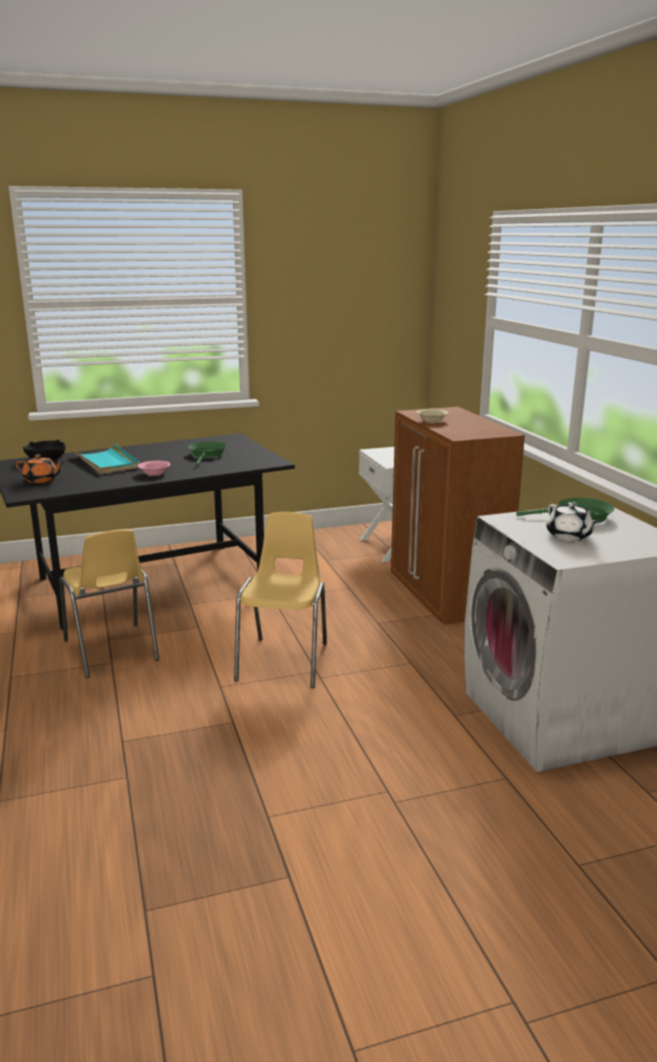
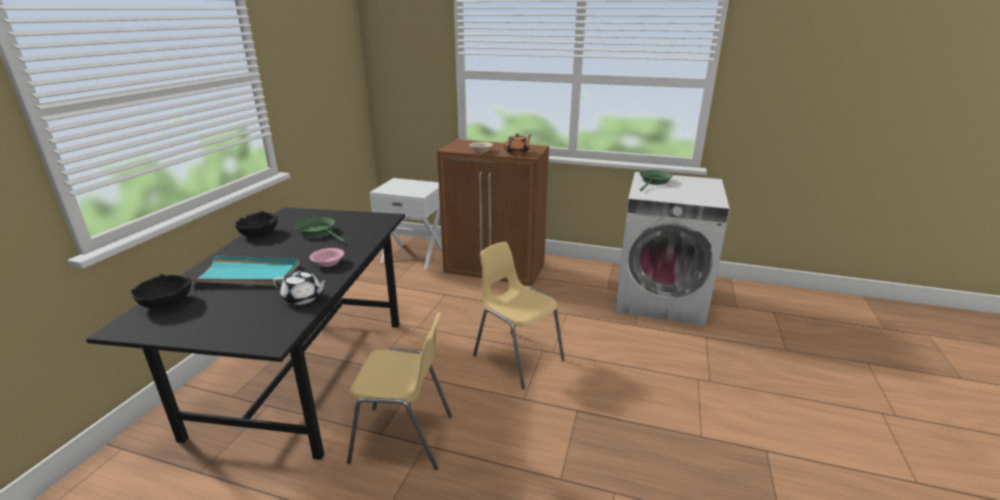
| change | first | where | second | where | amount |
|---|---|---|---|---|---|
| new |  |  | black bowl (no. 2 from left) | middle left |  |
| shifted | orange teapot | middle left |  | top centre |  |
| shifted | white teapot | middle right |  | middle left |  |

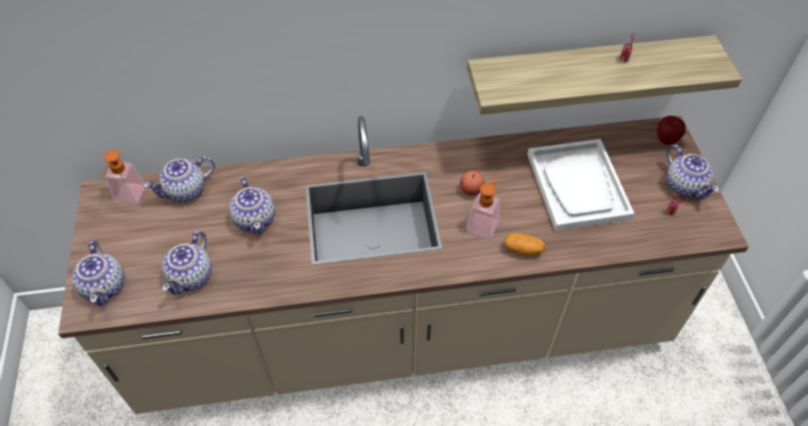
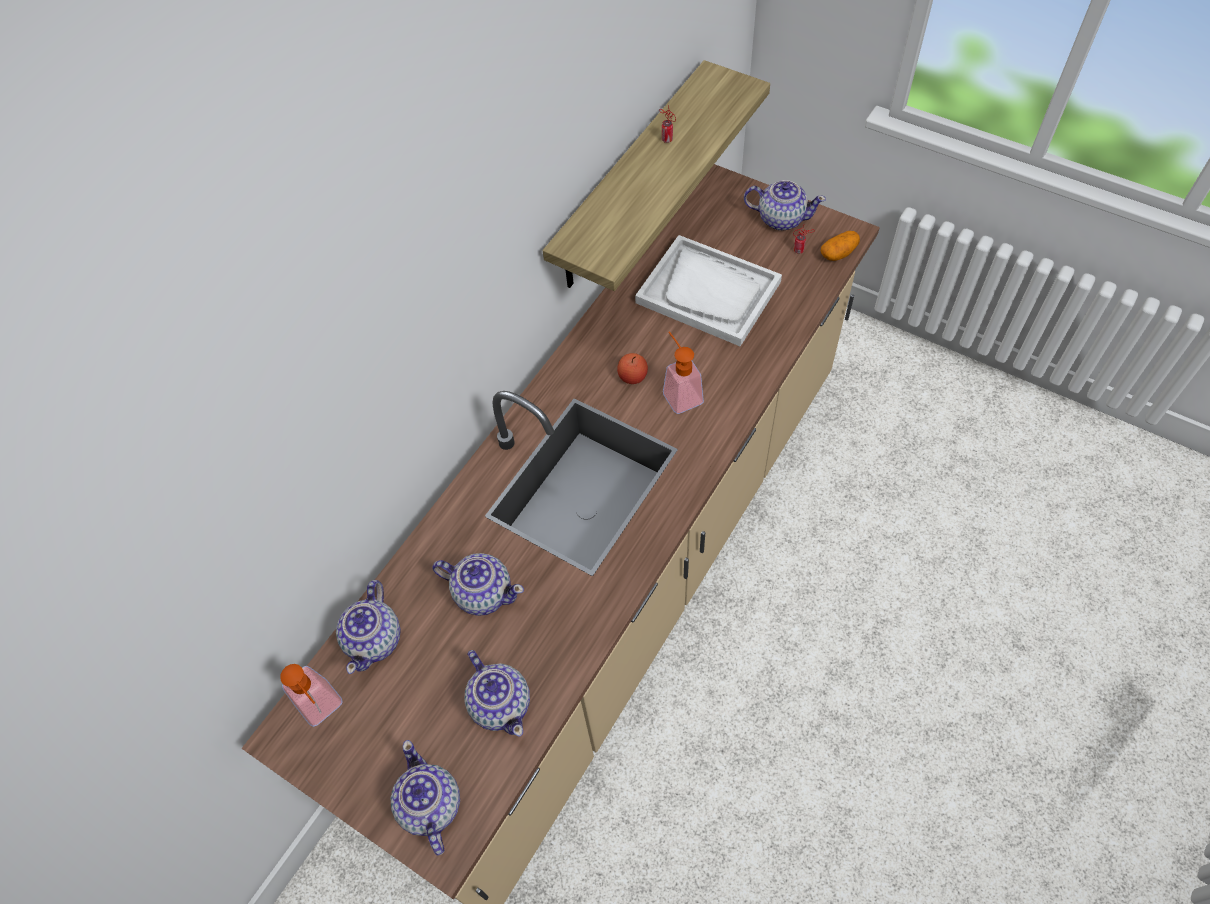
| change | first | where | second | where | amount |
|---|---|---|---|---|---|
| gone | apple (no. 2 from left) | top right |  |  |  |
| shifted | potato | centre |  | top right |  |
| rotated | teapot (no. 1 from left in the first image) | middle left | teapot (no. 2 from left) | bottom centre | 135 degrees counterclockwise |

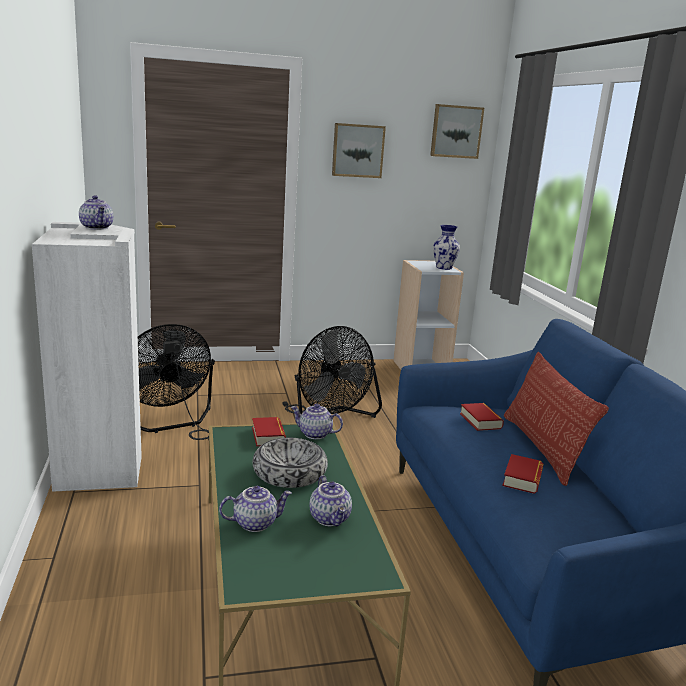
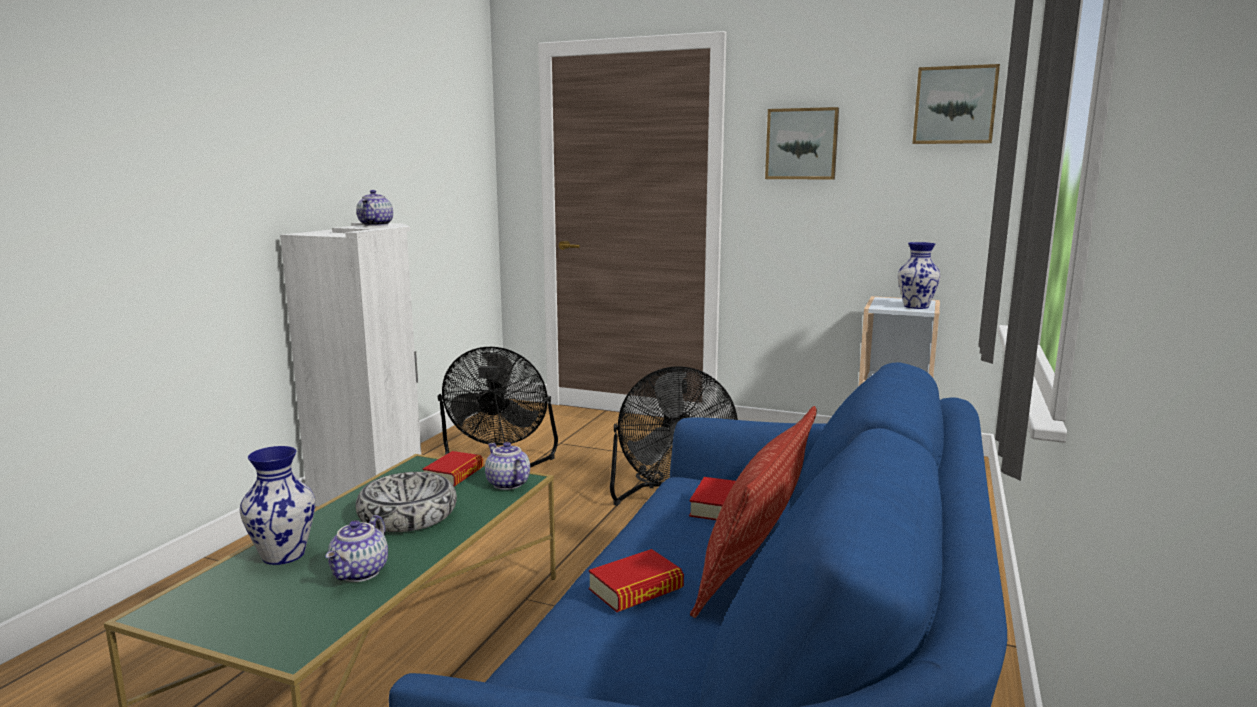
| change | first | where | second | where | amount |
|---|---|---|---|---|---|
| swapped | teapot (no. 2 from left) | bottom centre | vase (no. 1 from left) | bottom left |  |

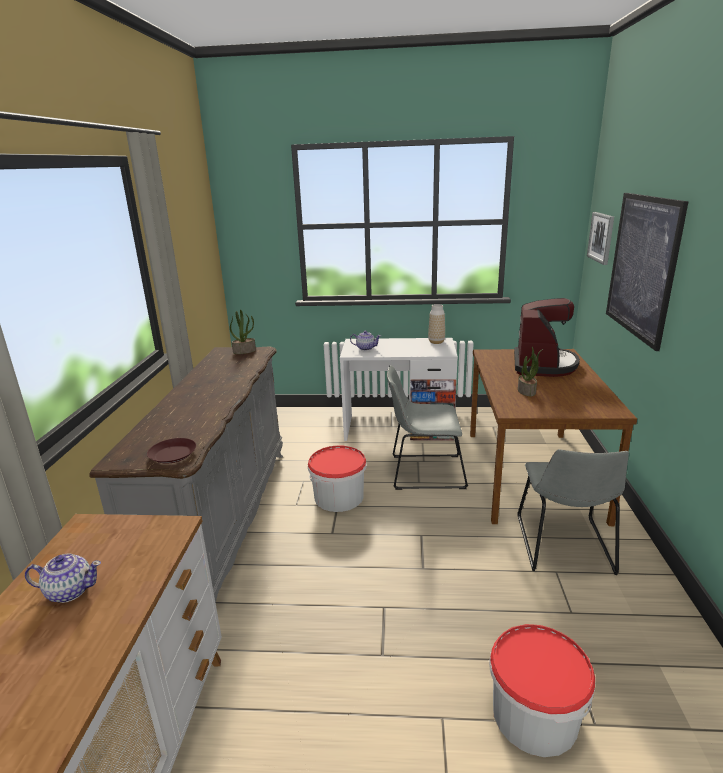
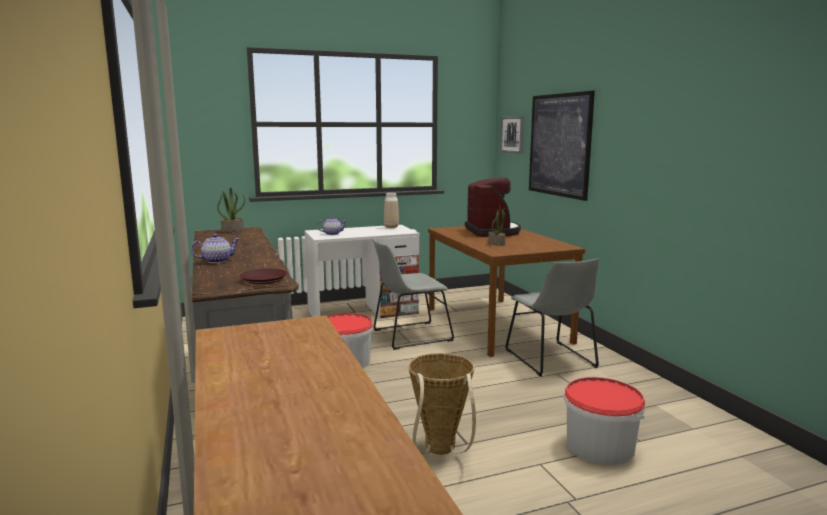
| change | first | where | second | where | amount |
|---|---|---|---|---|---|
| new |  |  | basket | bottom centre |  |
| shifted | teapot (no. 1 from left) | bottom left |  | middle left |  |

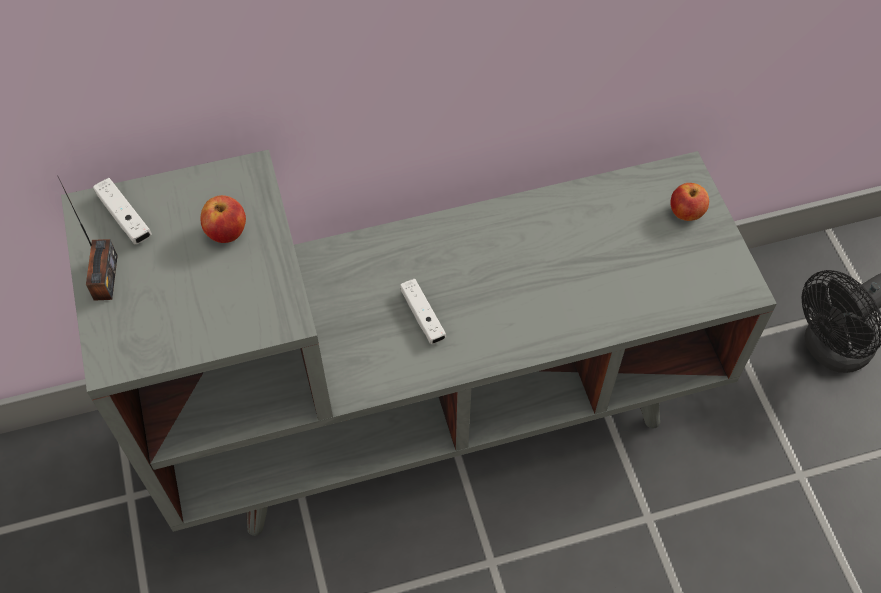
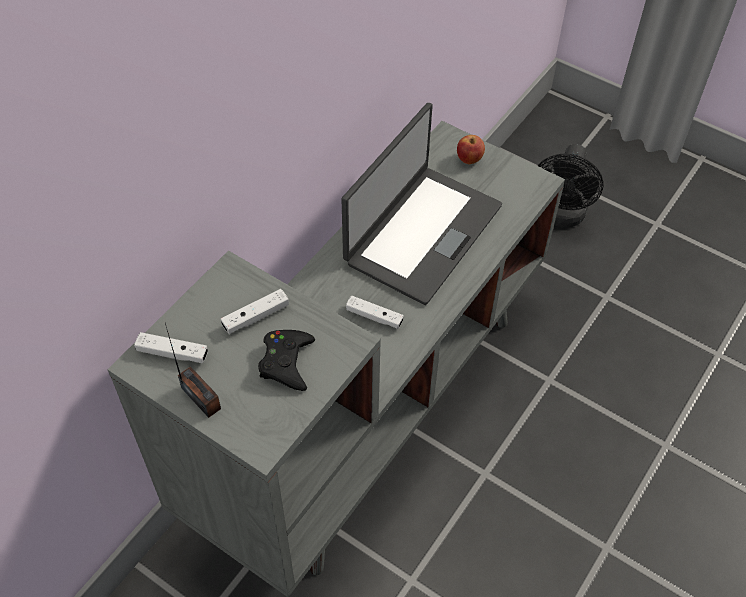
| change | first | where | second | where | amount |
|---|---|---|---|---|---|
| new |  |  | black game controller | centre |  |
| new |  |  | laptop | centre |  |
| swapped | apple (no. 1 from left) | middle left | white game controller (no. 2 from left) | centre |  |

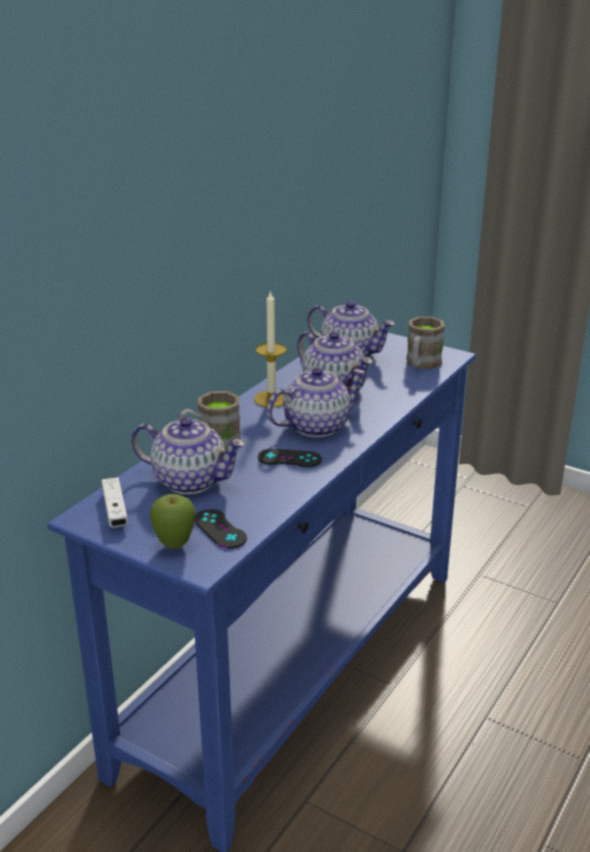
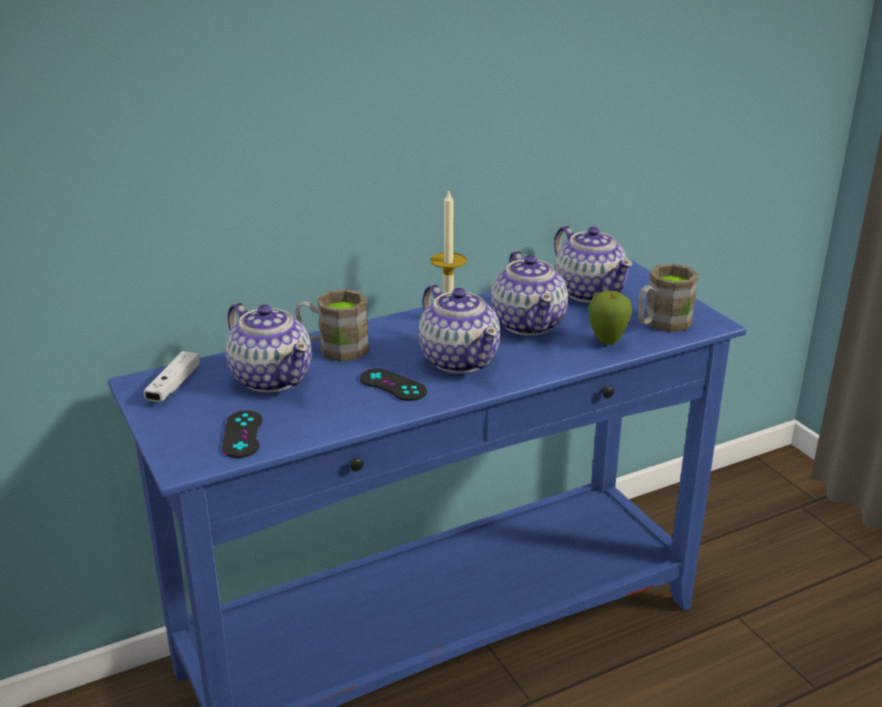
| change | first | where | second | where | amount |
|---|---|---|---|---|---|
| shifted | apple | middle left |  | middle right |  |
| rotated | teapot (no. 2 from left) | centre |  | centre | 60 degrees clockwise |

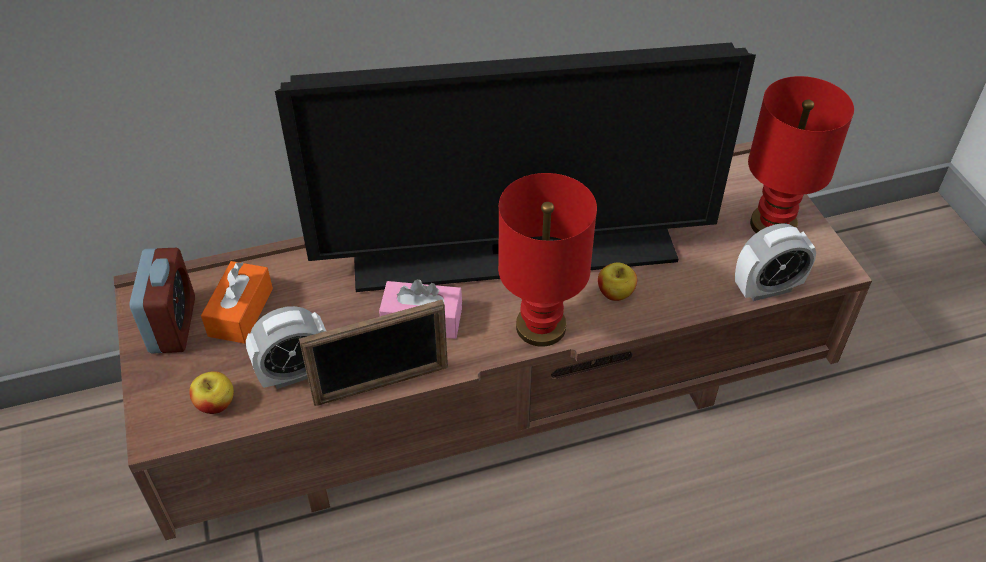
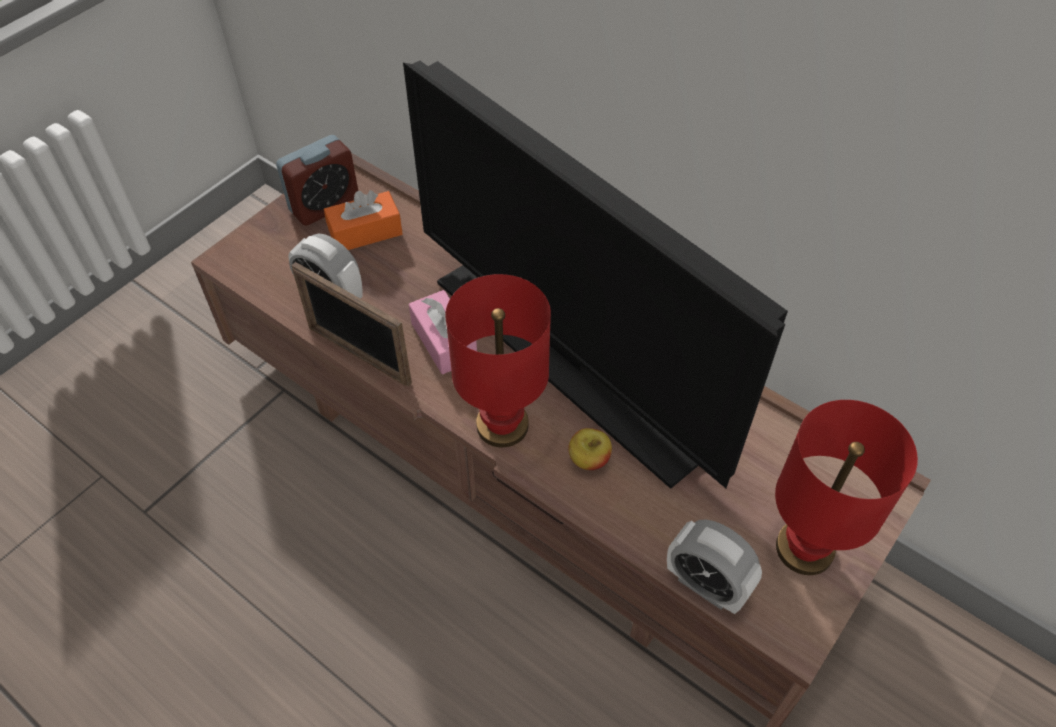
| change | first | where | second | where | amount |
|---|---|---|---|---|---|
| gone | apple (no. 1 from left) | bottom left |  |  |  |

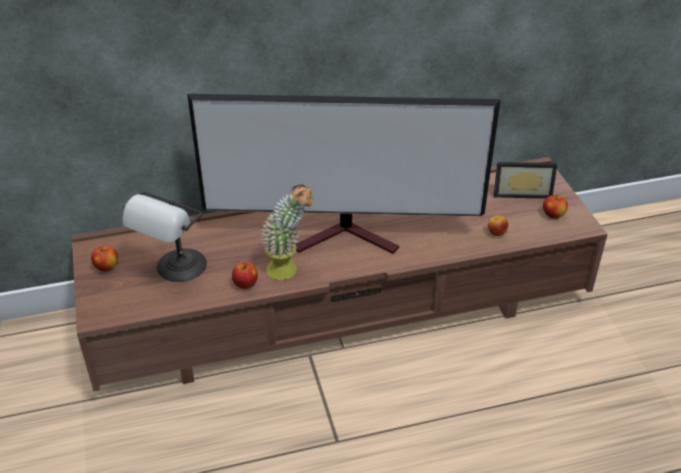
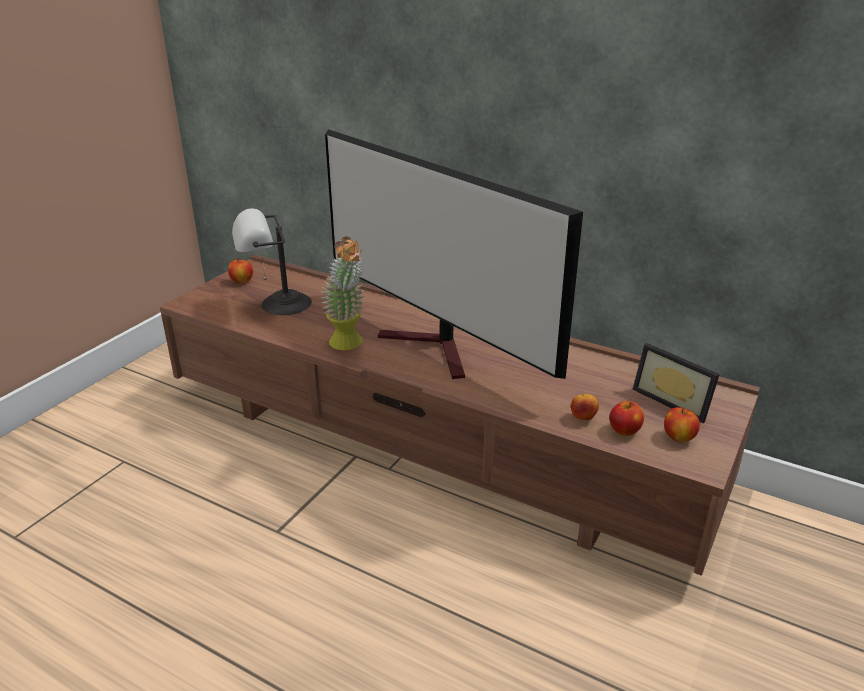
| change | first | where | second | where | amount |
|---|---|---|---|---|---|
| shifted | apple (no. 2 from left in the first image) | centre | apple (no. 3 from left) | middle right |  |

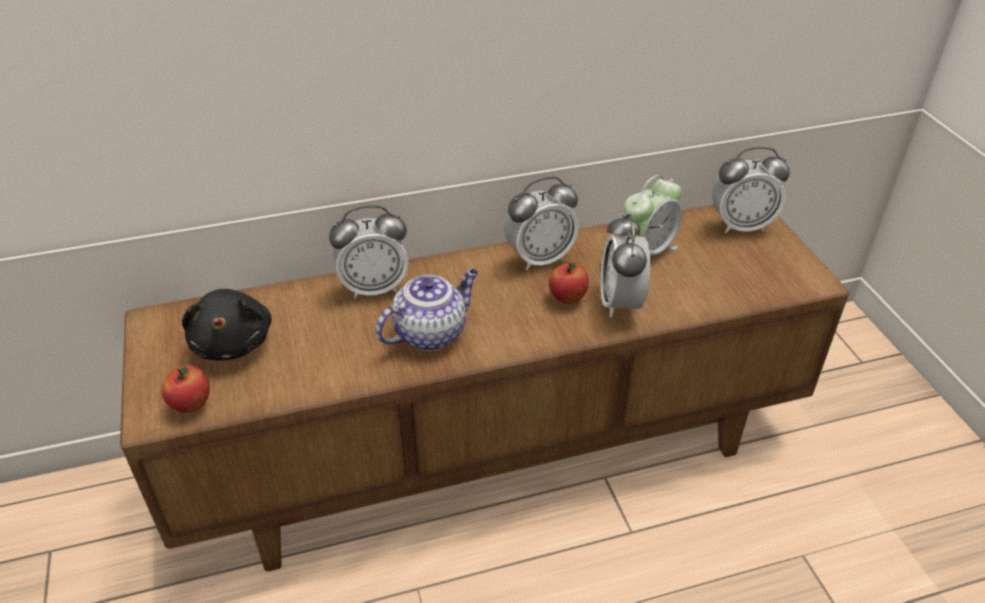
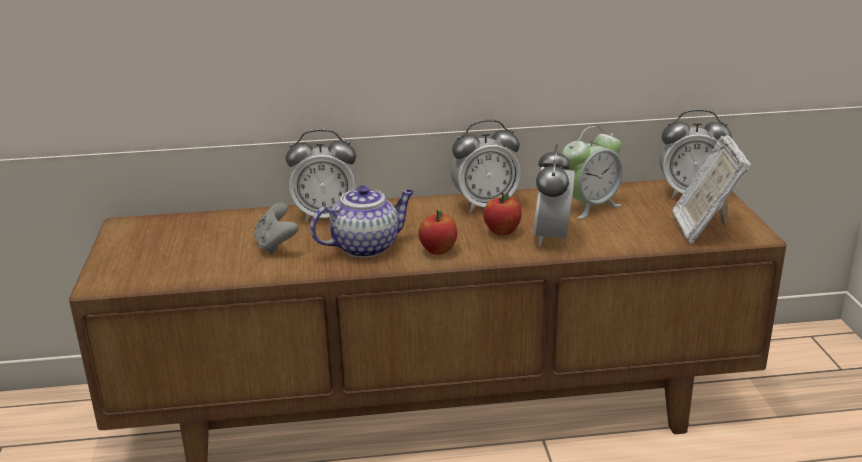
| change | first | where | second | where | amount |
|---|---|---|---|---|---|
| gone | black plush toy | middle left |  |  |  |
| new |  |  | grey game controller | middle left |  |
| new |  |  | picture frame | middle right |  |
| shifted | apple (no. 1 from left) | middle left |  | centre |  |

